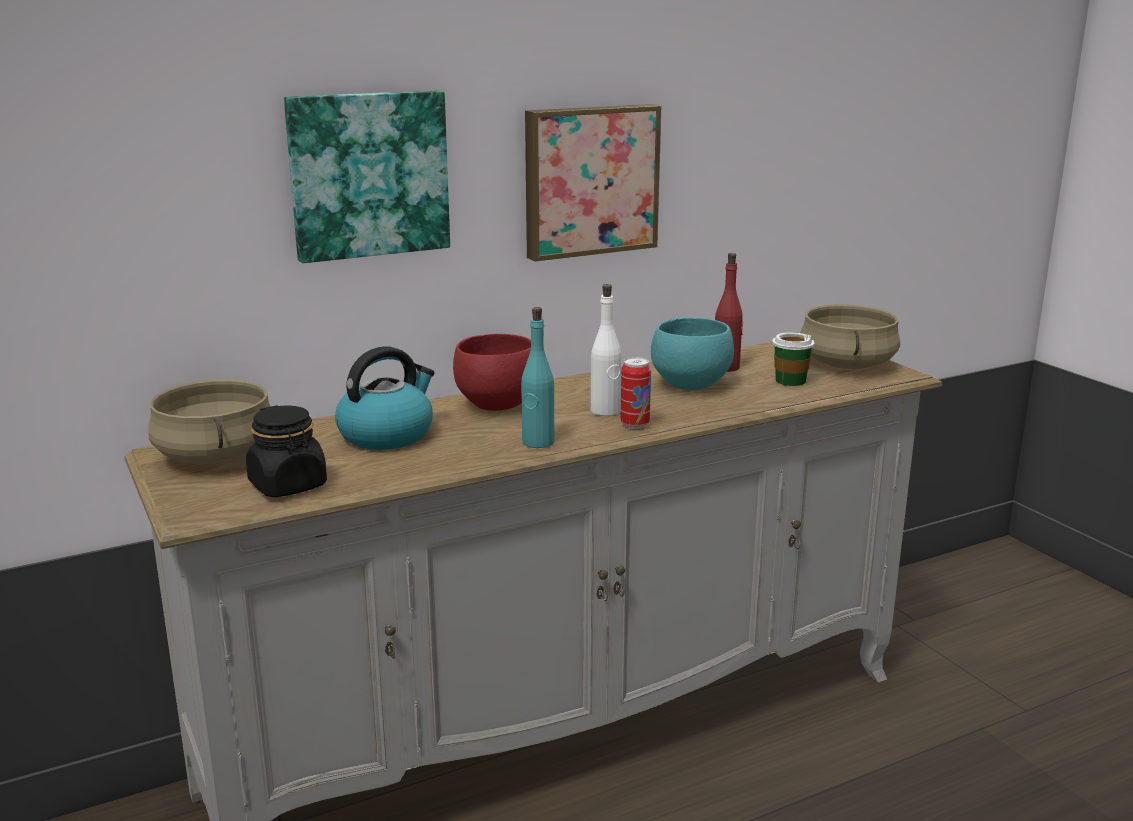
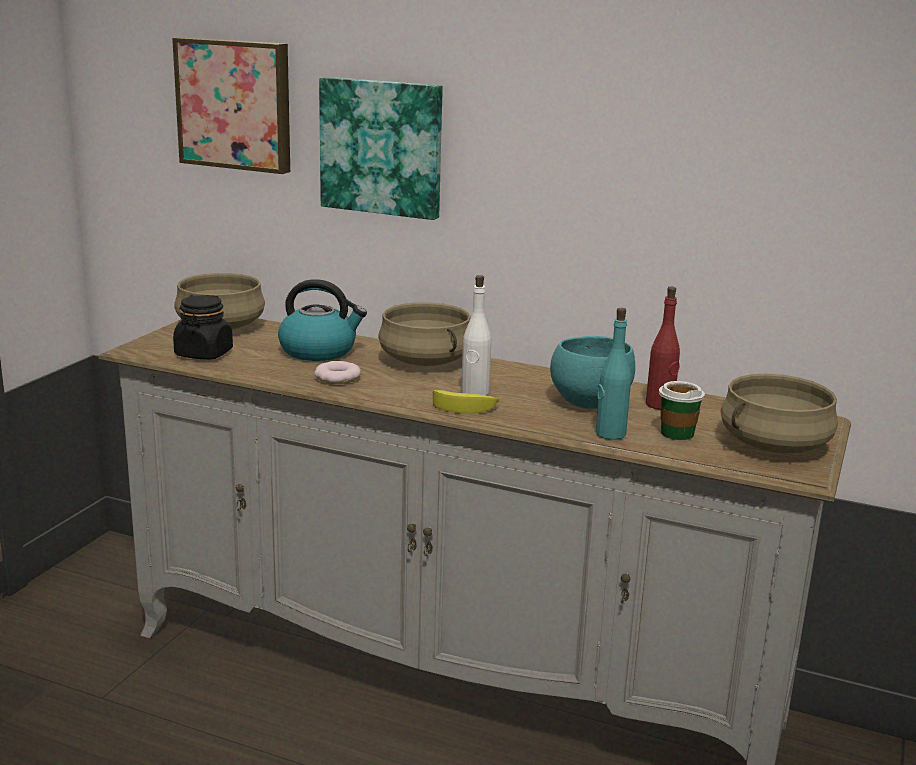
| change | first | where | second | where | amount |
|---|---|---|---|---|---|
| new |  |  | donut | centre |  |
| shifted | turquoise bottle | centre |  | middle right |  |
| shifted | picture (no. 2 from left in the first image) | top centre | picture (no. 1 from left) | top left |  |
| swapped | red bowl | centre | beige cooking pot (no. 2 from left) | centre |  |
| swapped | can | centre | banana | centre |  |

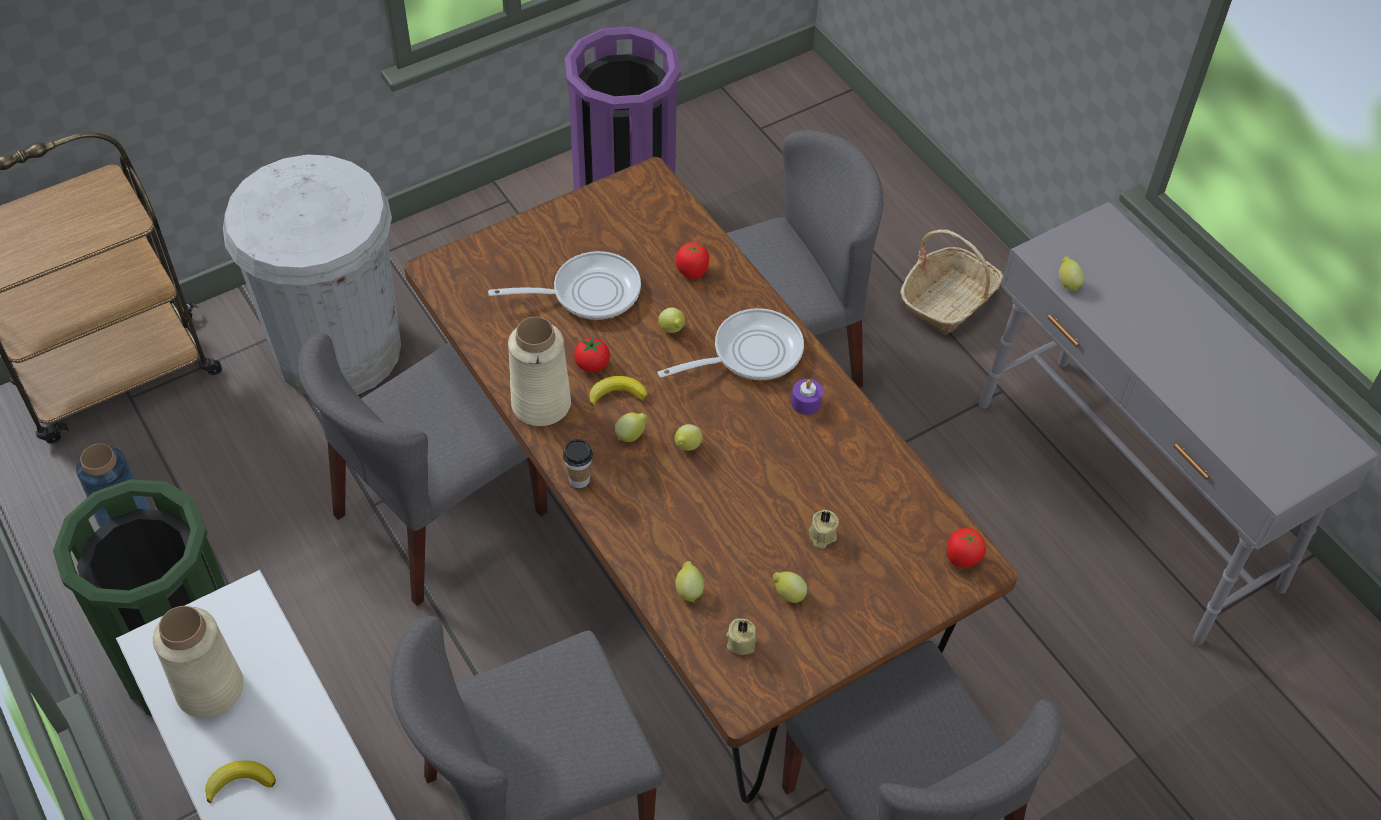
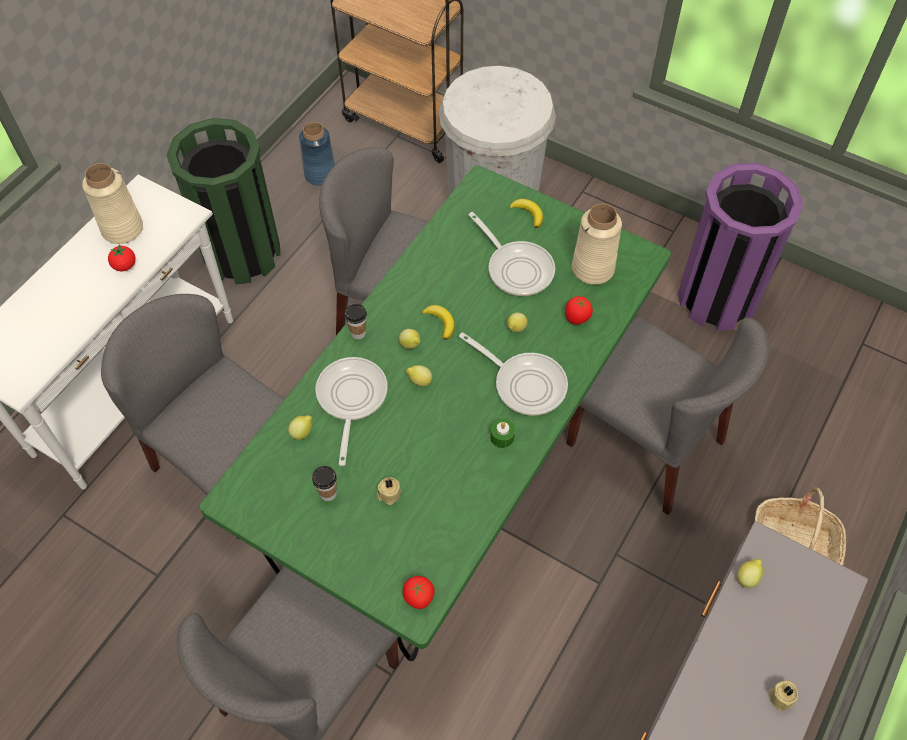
| change | first | where | second | where | amount |
|---|---|---|---|---|---|
| new |  |  | frying pan (no. 1 from left) | centre |  |
| shifted | banana (no. 1 from left in the first image) | bottom left | banana (no. 2 from left) | top centre |  |
| shifted | beige vase (no. 2 from left) | centre |  | top centre |  |
| shifted | tomato (no. 1 from left) | centre |  | middle left |  |
| shifted | beige candle (no. 1 from left in the first image) | bottom centre | beige candle (no. 2 from left) | bottom right |  |
| swapped | lemon (no. 5 from left) | bottom centre | cup (no. 1 from left) | centre |  |
| repainted | brown dining table | centre | green dining table | centre |  |
| repainted | purple candle | centre | green candle | centre |  |

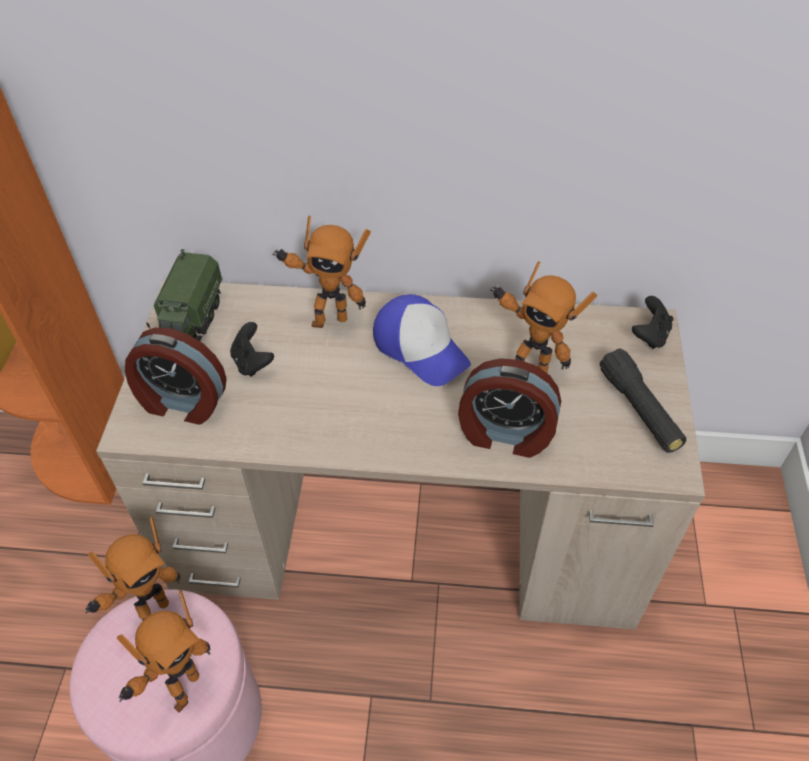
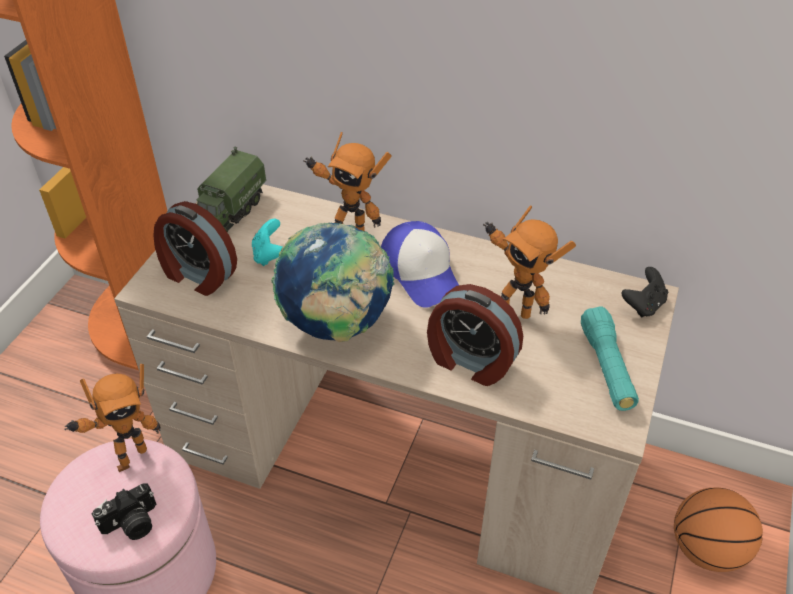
| change | first | where | second | where | amount |
|---|---|---|---|---|---|
| new |  |  | globe | centre |  |
| new |  |  | basketball | bottom right |  |
| swapped | toy robot (no. 2 from left) | bottom left | photo camera | bottom left |  |
| repainted | black game controller (no. 1 from left) | middle left | turquoise game controller | centre |  |
| repainted | black flashlight | middle right | turquoise flashlight | middle right |  |

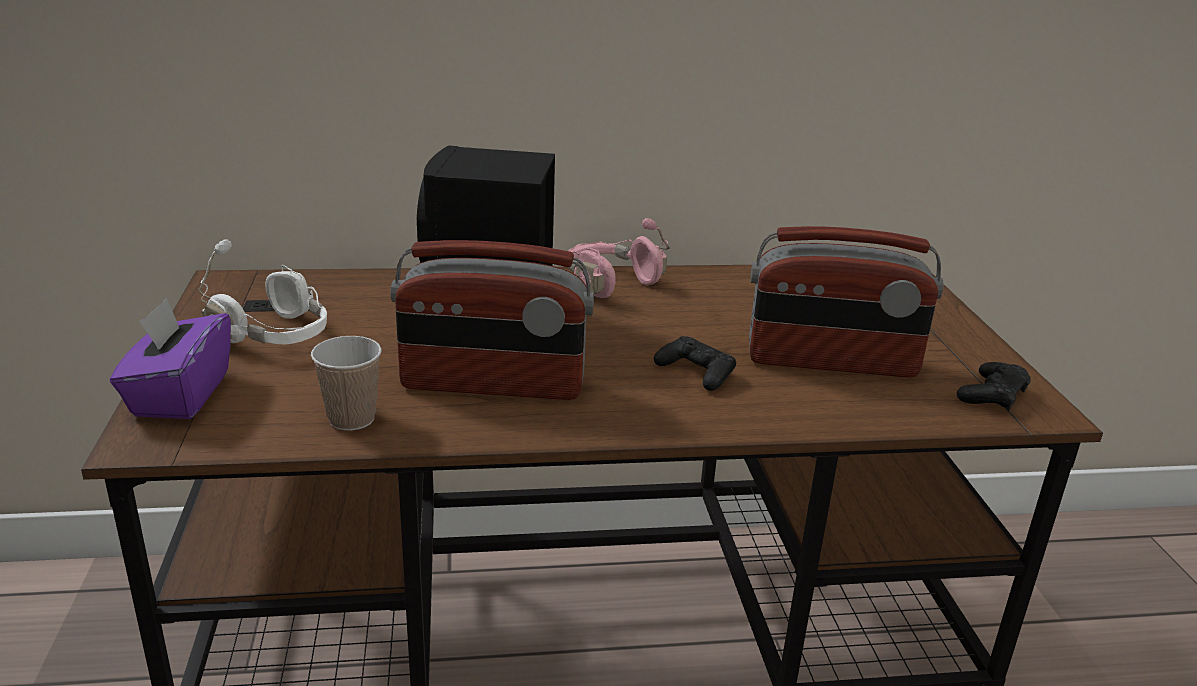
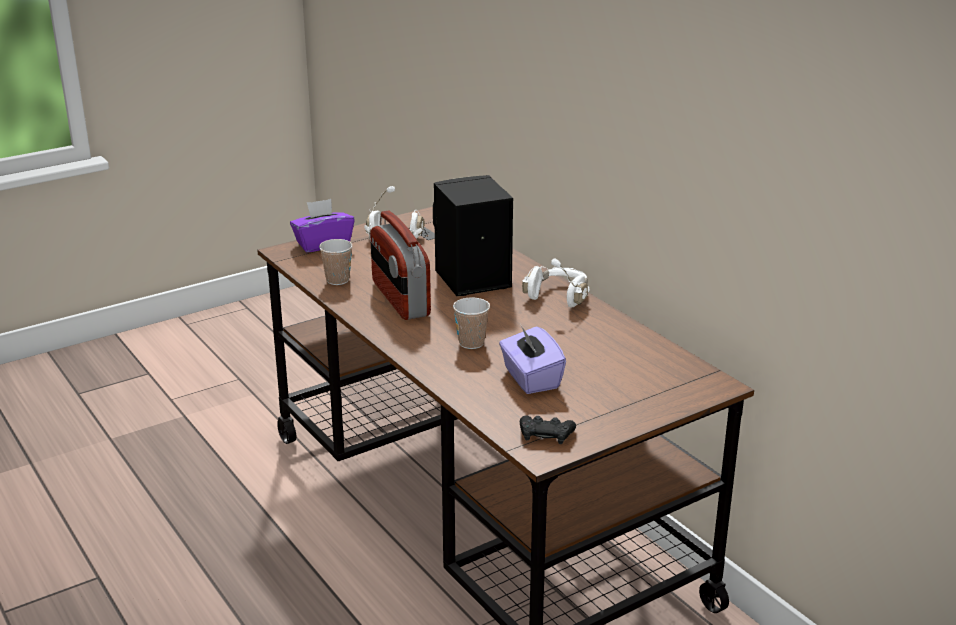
| change | first | where | second | where | amount |
|---|---|---|---|---|---|
| swapped | black game controller (no. 1 from left) | centre | cup (no. 2 from left) | centre |  |
| swapped | radio (no. 2 from left) | middle right | purple tissue box (no. 2 from left) | centre |  |
| repainted | pink headphones | centre | white headphones (no. 2 from left) | centre |  |

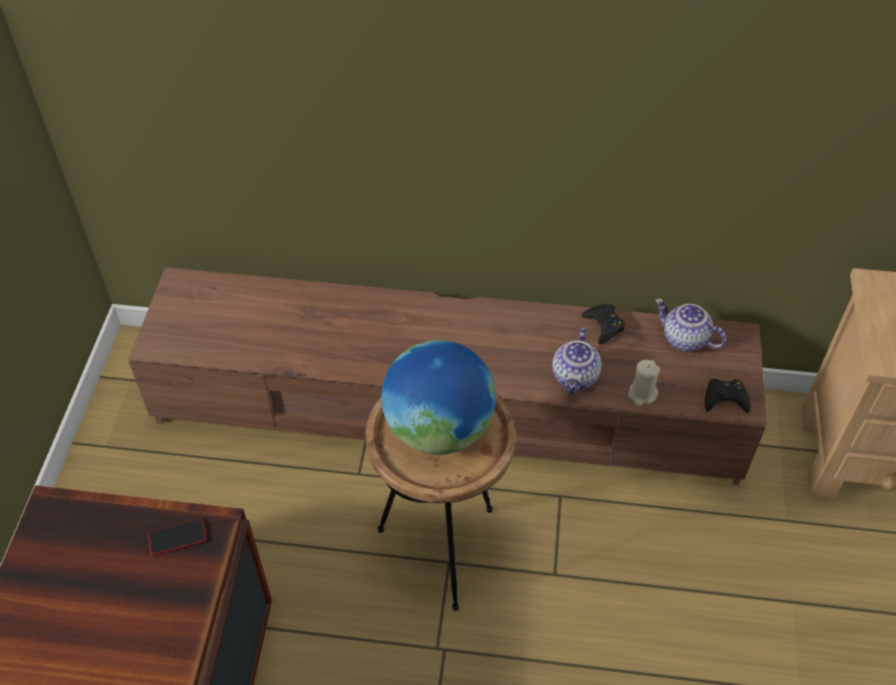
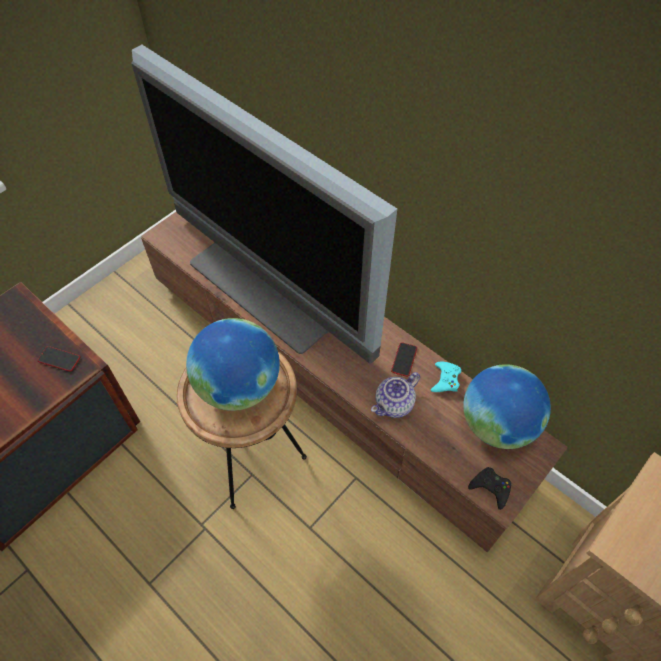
| change | first | where | second | where | amount |
|---|---|---|---|---|---|
| gone | beige candle | middle right |  |  |  |
| new |  |  | television | top centre |  |
| new |  |  | phone (no. 2 from left) | centre |  |
| swapped | teapot (no. 2 from left) | middle right | globe (no. 2 from left) | middle right |  |
| repainted | black game controller (no. 1 from left) | middle right | turquoise game controller | middle right |  |

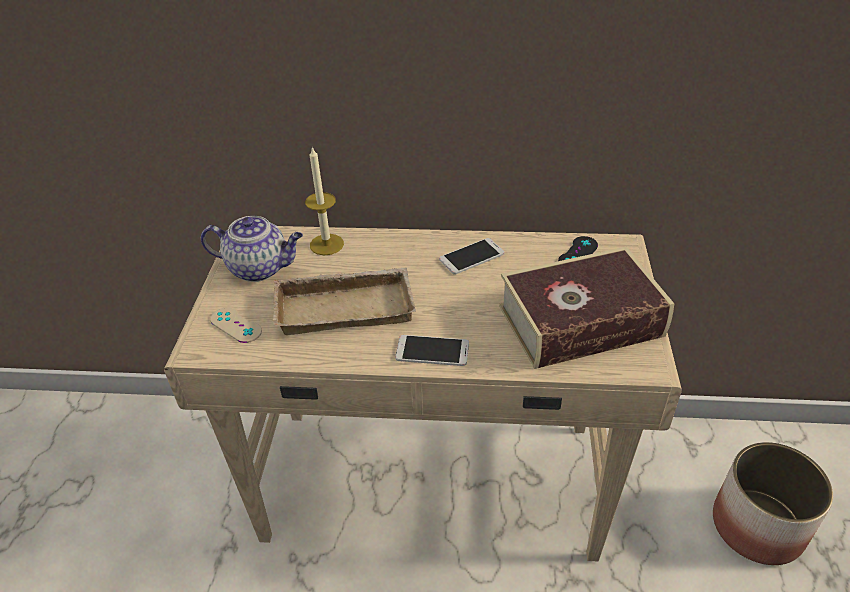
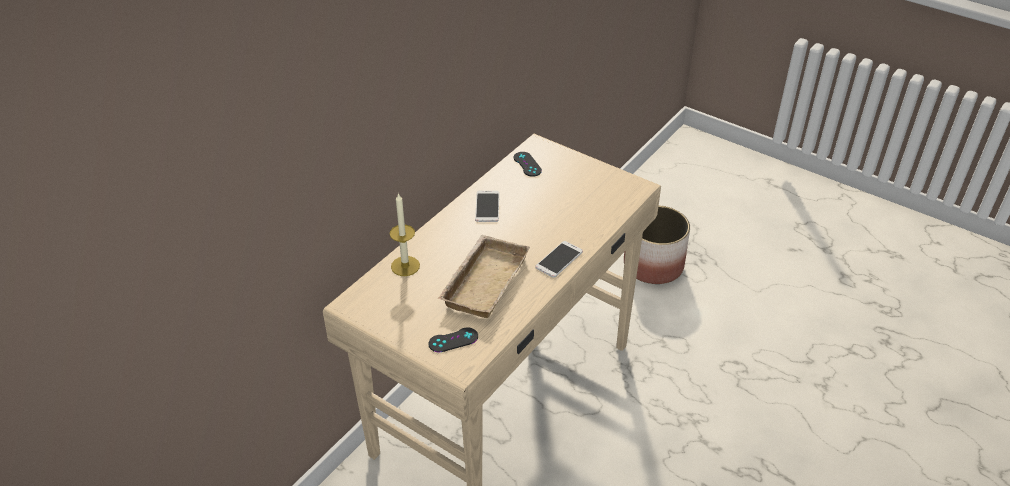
| change | first | where | second | where | amount |
|---|---|---|---|---|---|
| gone | teapot | middle left |  |  |  |
| gone | book | middle right |  |  |  |
| repainted | beige game controller | middle left | black game controller (no. 1 from left) | bottom centre |  |

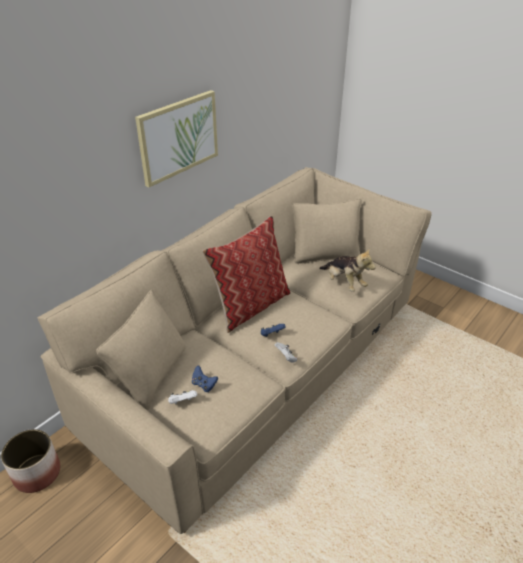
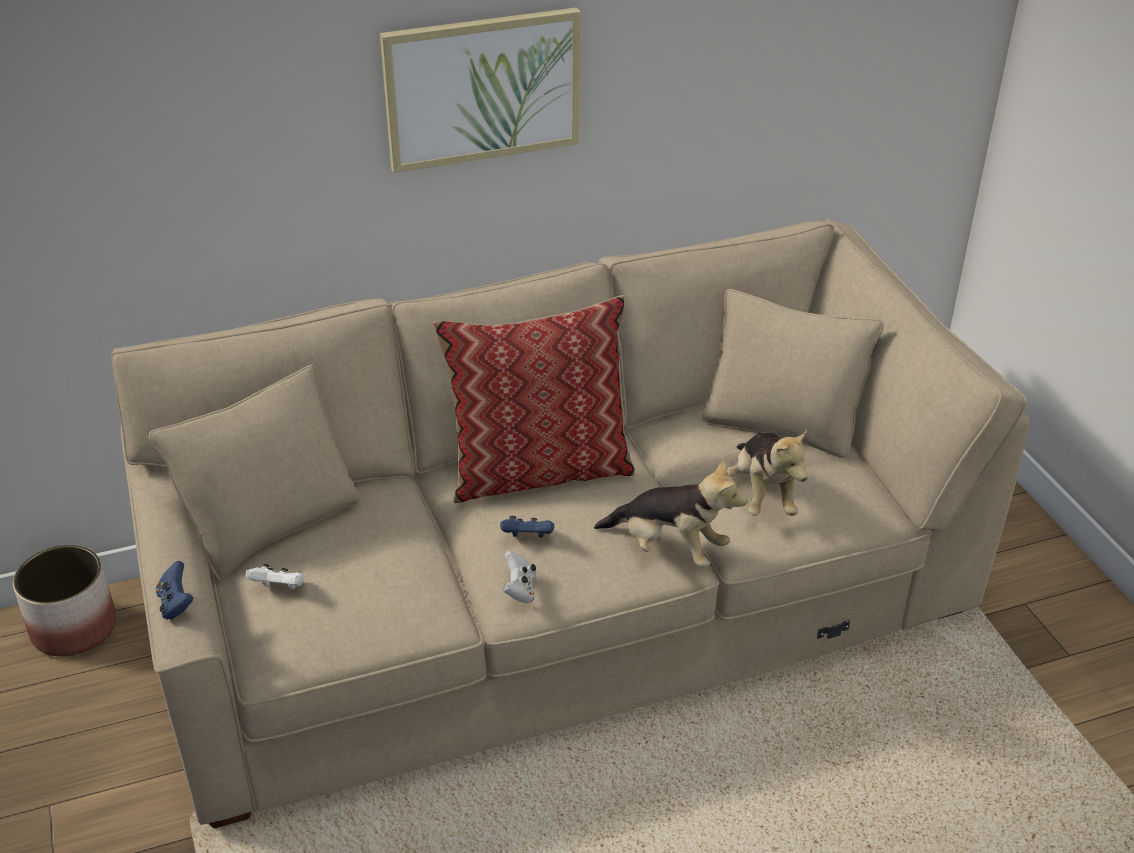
| change | first | where | second | where | amount |
|---|---|---|---|---|---|
| new |  |  | plush toy (no. 1 from left) | centre |  |
| shifted | blue game controller (no. 1 from left) | bottom centre |  | bottom left |  |

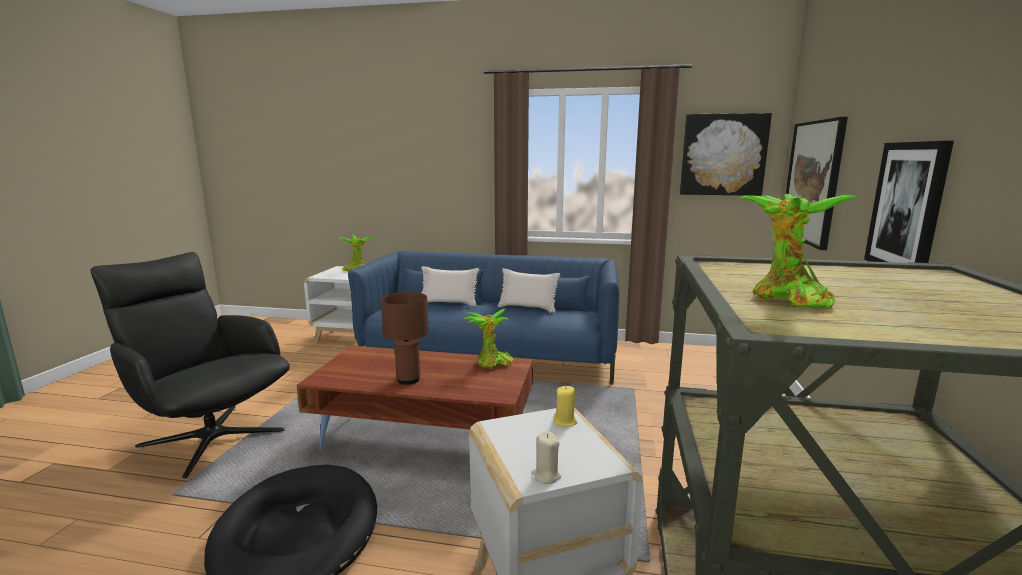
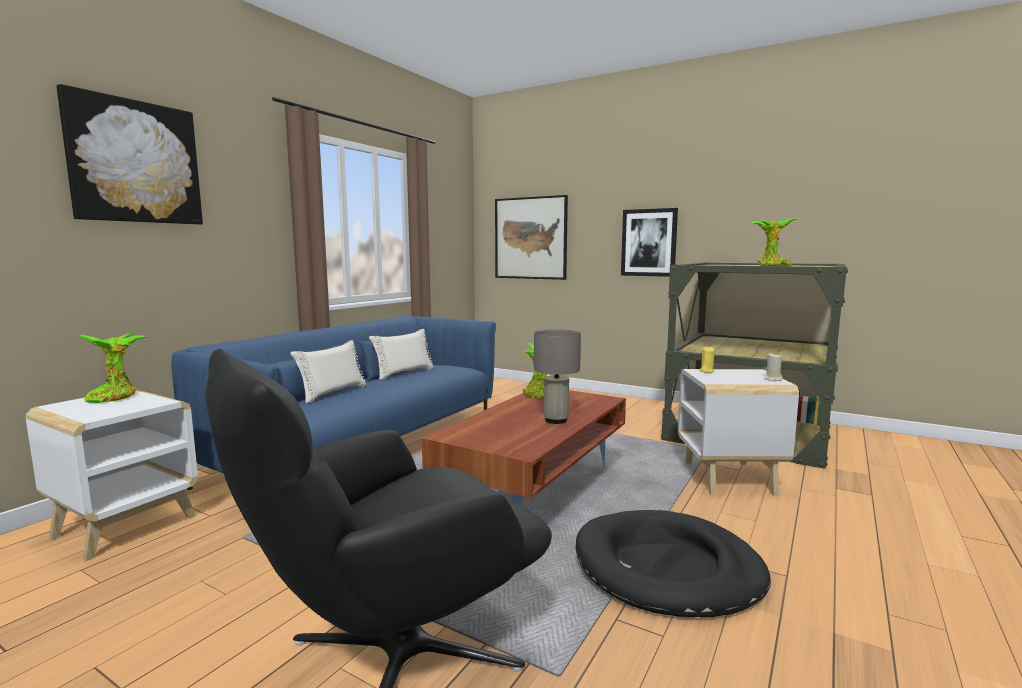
| change | first | where | second | where | amount |
|---|---|---|---|---|---|
| shifted | picture (no. 1 from left) | top right |  | top left |  |
| repainted | brown table lamp | centre | grey table lamp | centre |  |

